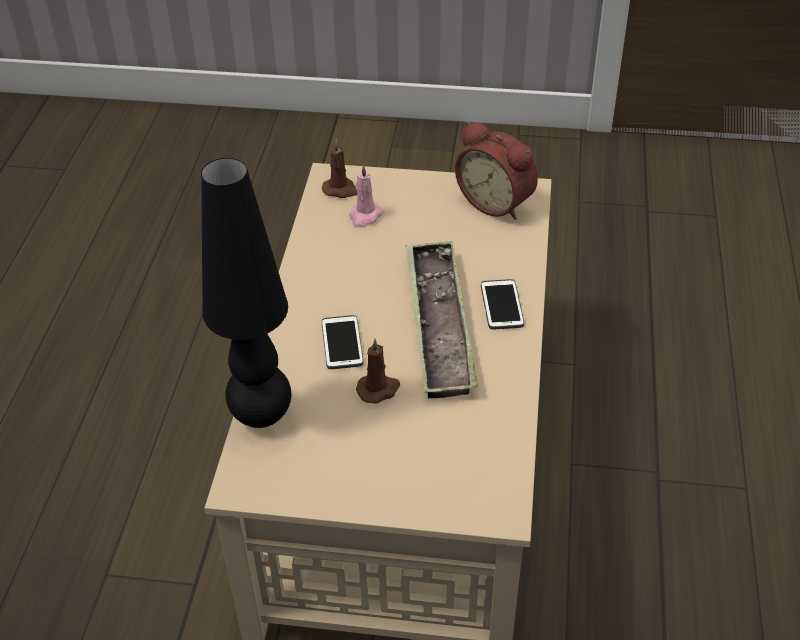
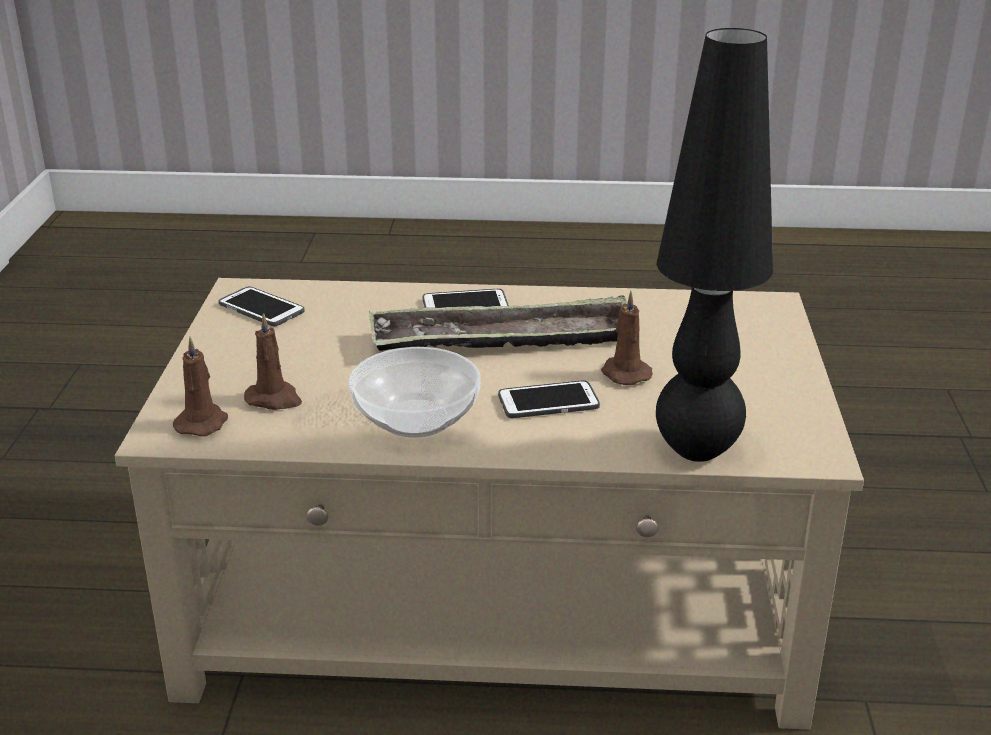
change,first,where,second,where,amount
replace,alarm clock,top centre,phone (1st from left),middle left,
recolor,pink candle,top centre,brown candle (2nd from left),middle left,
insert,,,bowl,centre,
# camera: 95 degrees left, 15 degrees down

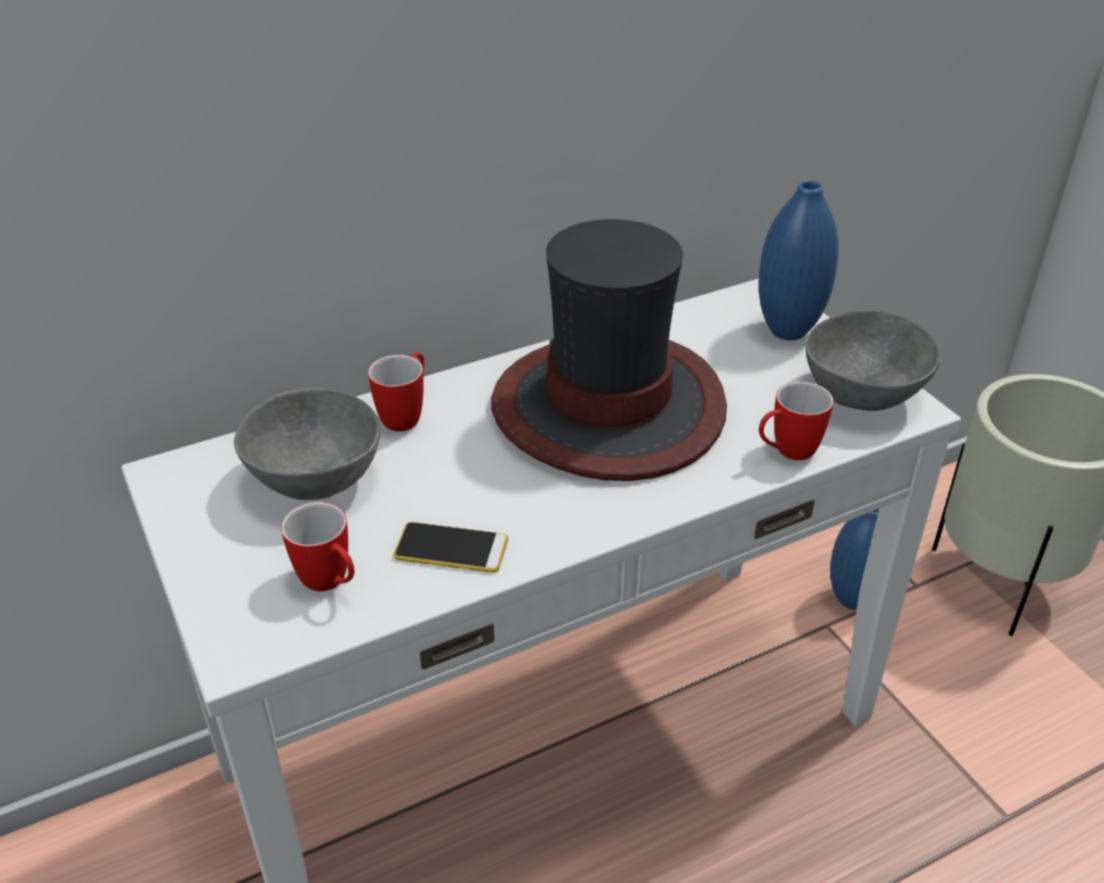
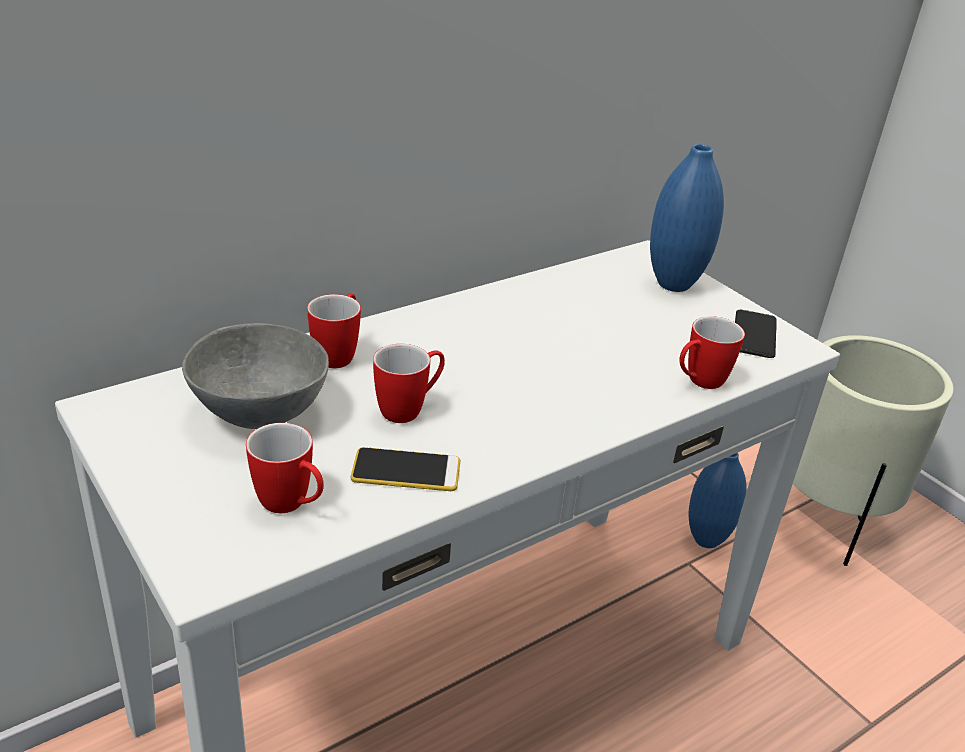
change,first,where,second,where,amount
delete,hat,centre,,,
replace,grey bowl (2nd from left),middle right,phone (2nd from left),middle right,
insert,,,mug (3rd from left),centre,
# camera: 10 degrees left, 5 degrees down

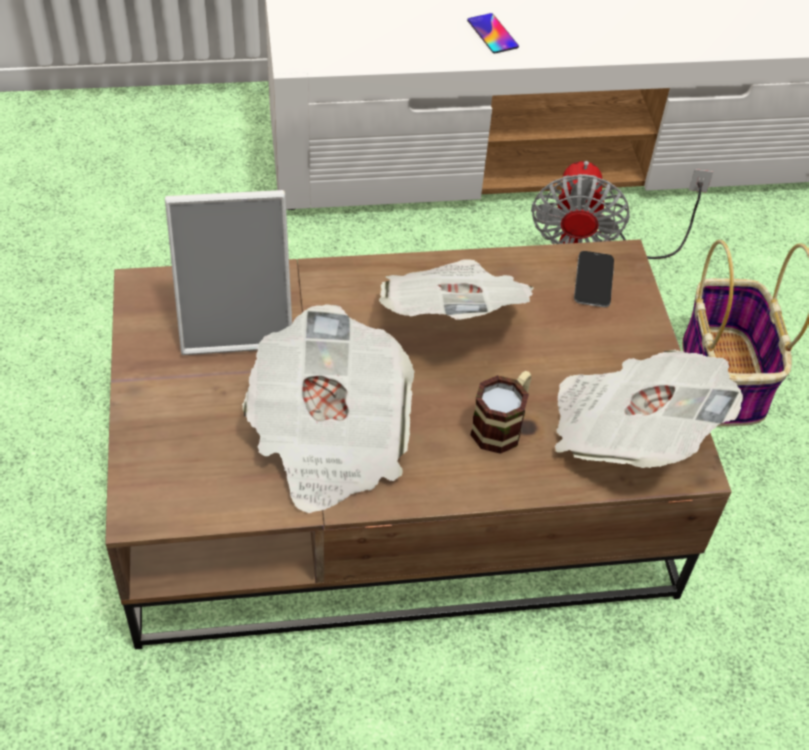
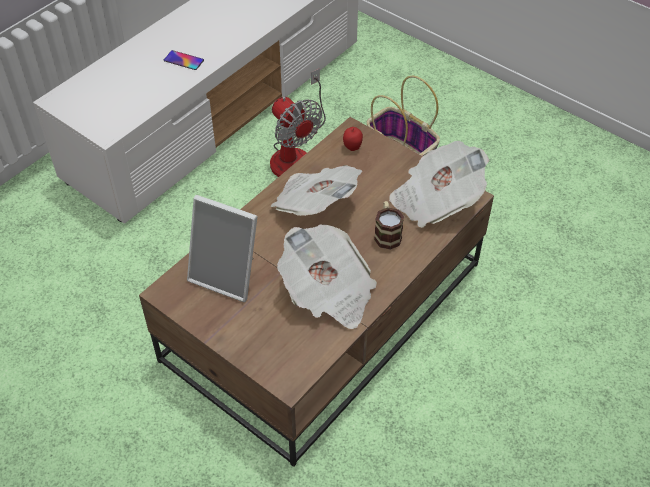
change,first,where,second,where,amount
rotate,picture frame,middle left,,centre,75 degrees clockwise
replace,phone (2nd from left),middle right,apple,top centre,
# camera: 40 degrees left, 0 degrees up

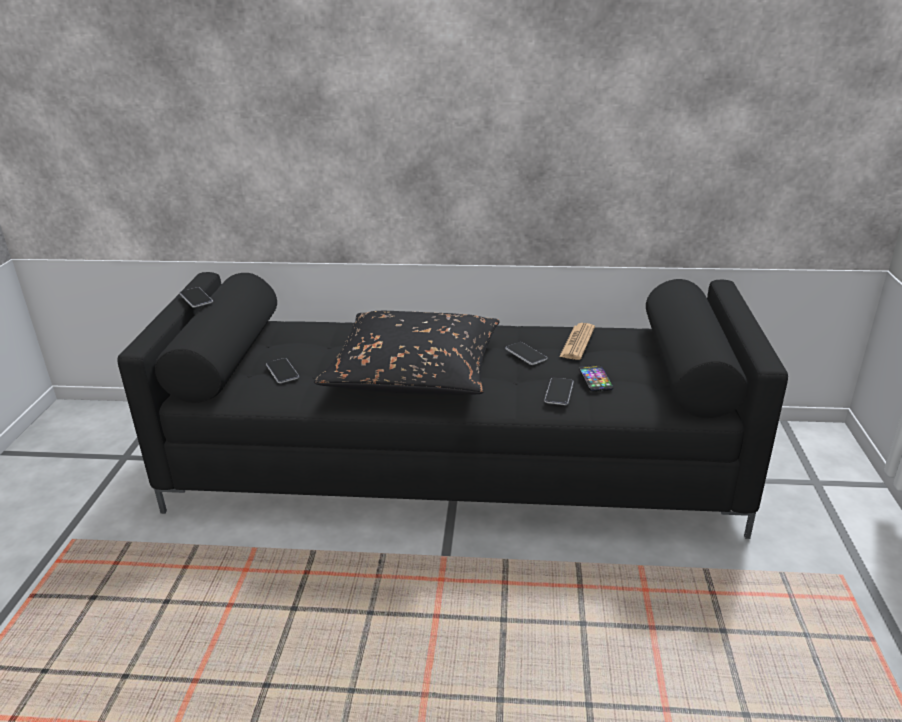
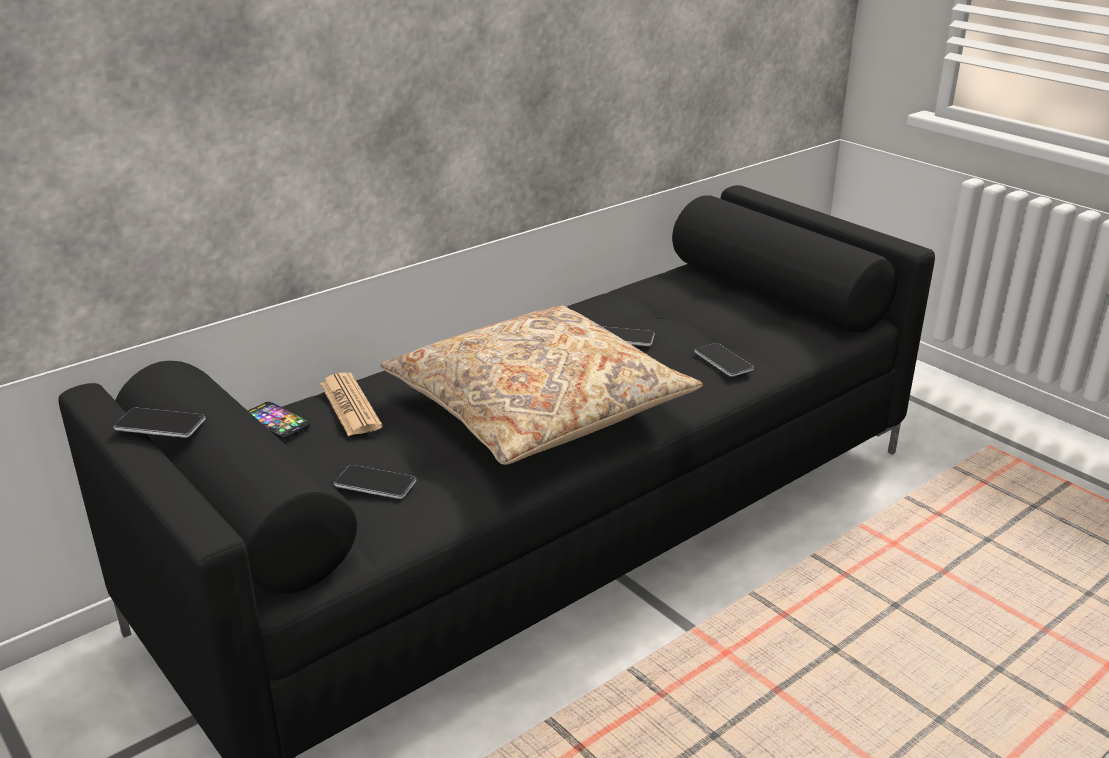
change,first,where,second,where,amount
recolor,black pillow,centre,beige pillow,centre,
move,newspaper,centre,,middle left,
move,phone (5th from left in the first image),centre,phone (2nd from left),middle left,
# camera: 45 degrees left, 0 degrees up

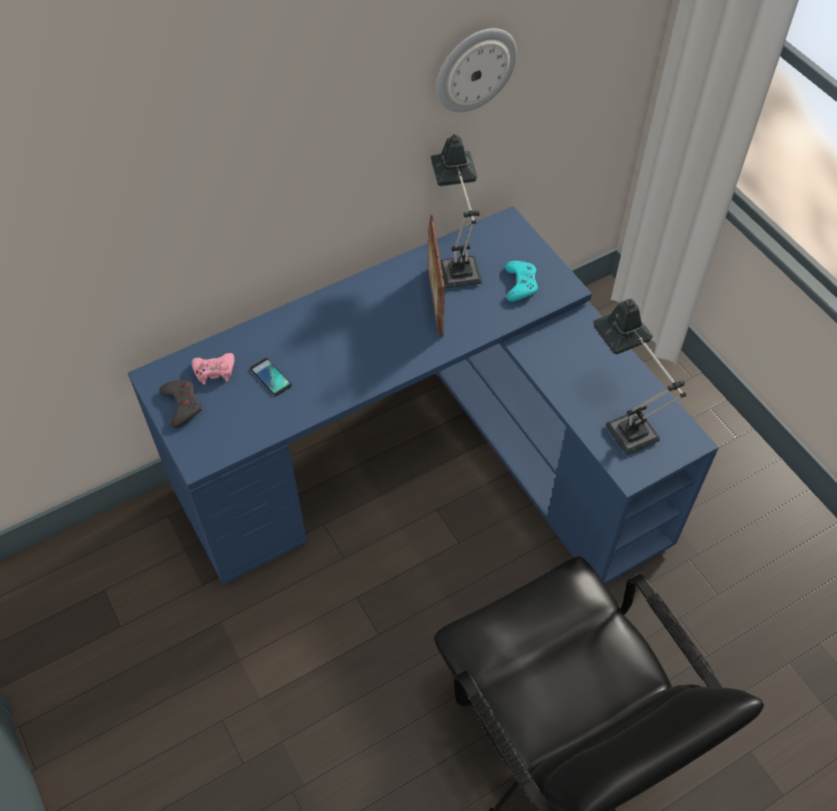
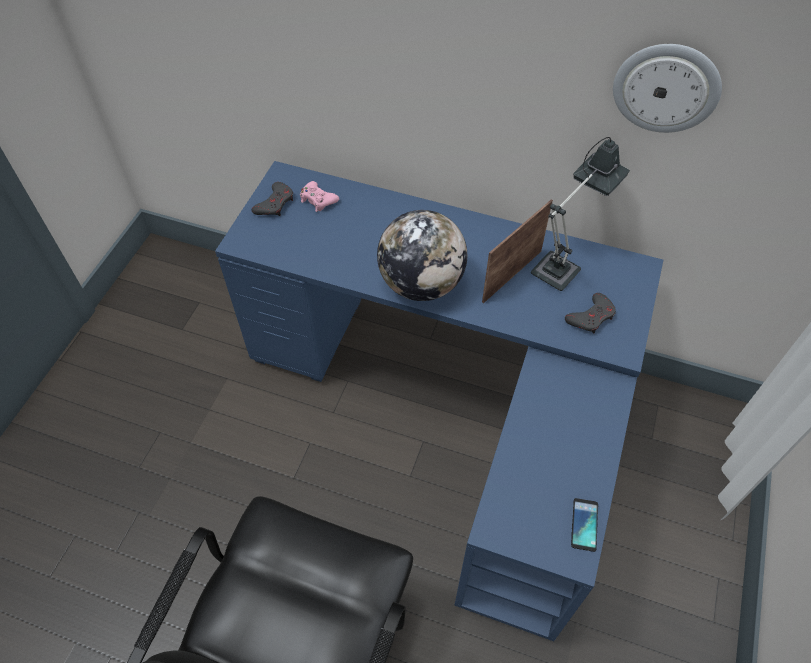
change,first,where,second,where,amount
recolor,turquoise game controller,centre,grey game controller (2nd from left),middle right,
delete,table lamp (2nd from left),middle right,,,
move,phone,middle left,,bottom right,
insert,,,globe,centre,
# camera: 50 degrees right, 0 degrees up

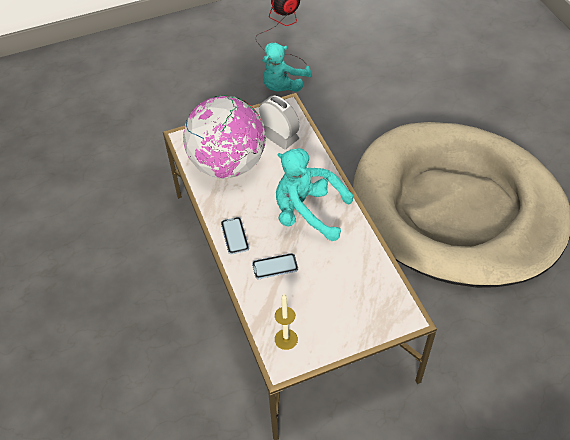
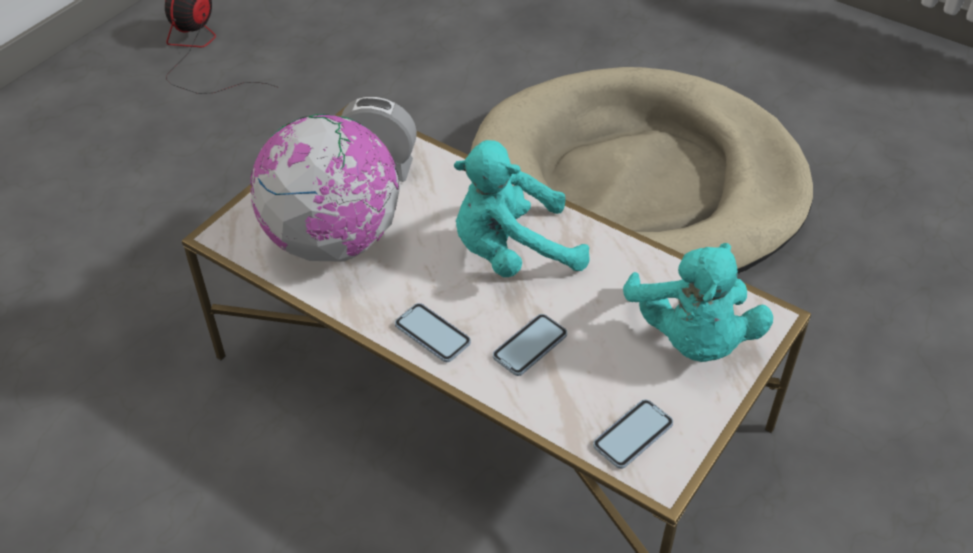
change,first,where,second,where,amount
move,turquoise plush toy (1st from left in the first image),top centre,turquoise plush toy (2nd from left),middle right,
replace,candle,bottom centre,phone (3rd from left),bottom centre,
# camera: 35 degrees left, 5 degrees down

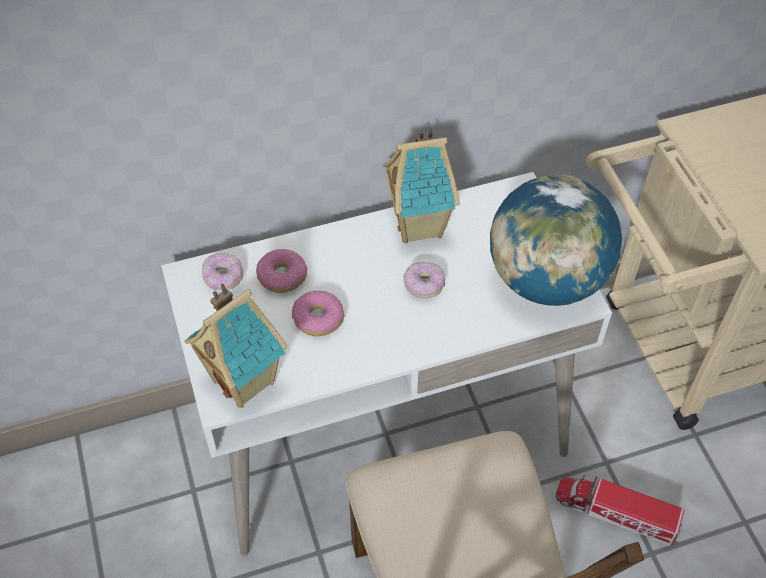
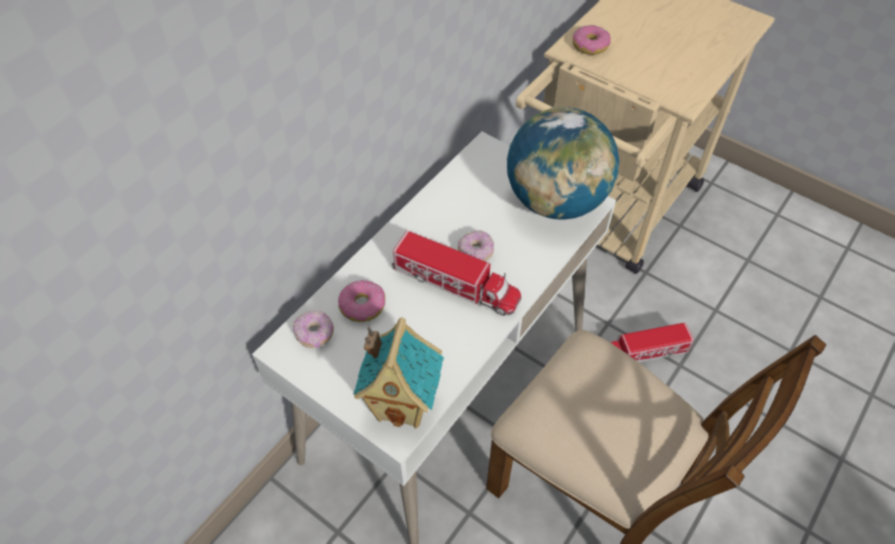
change,first,where,second,where,amount
delete,toy house (2nd from left),top centre,,,
move,donut (3rd from left in the first image),centre,donut (4th from left),top centre,
insert,,,toy truck (1st from left),centre,
# camera: 35 degrees left, 0 degrees up

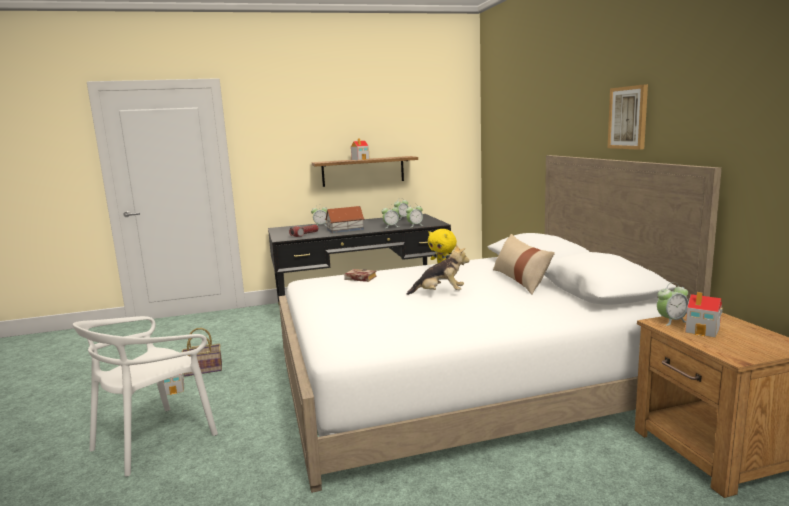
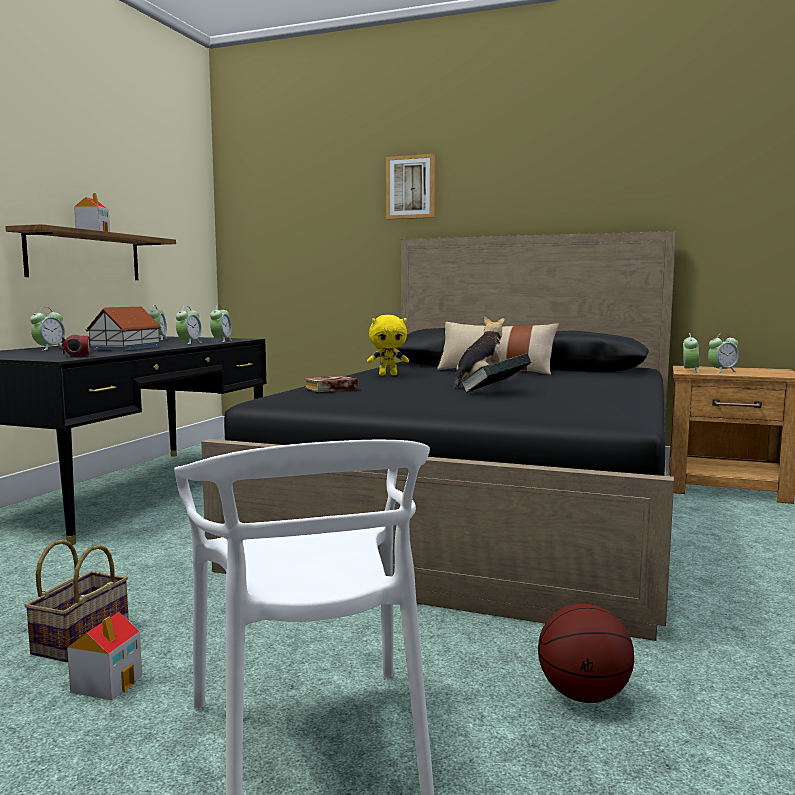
change,first,where,second,where,amount
move,picture,top right,,top centre,
recolor,white bed,centre,black bed,centre,
replace,toy house (4th from left),middle right,alarm clock (6th from left),middle right,
insert,,,book (2nd from left),centre,
insert,,,basketball,bottom right,
# camera: 55 degrees left, 5 degrees down

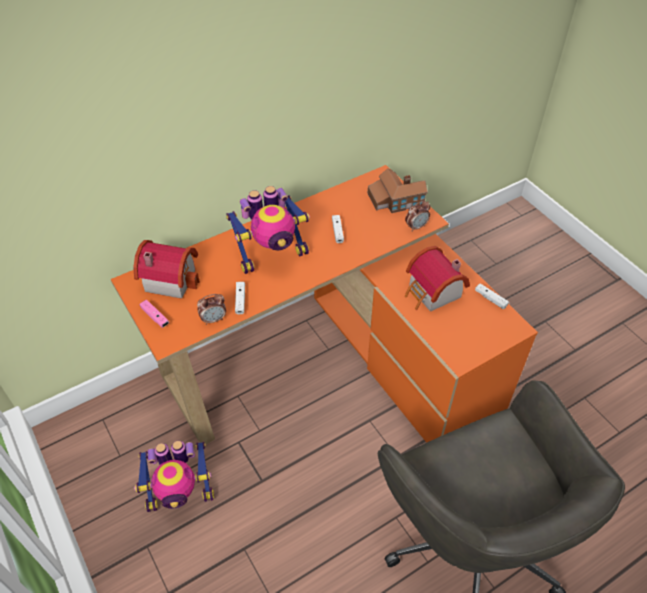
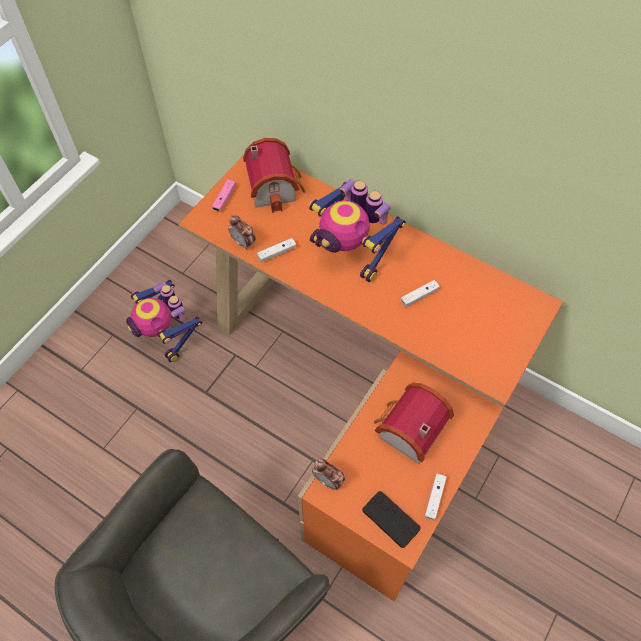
change,first,where,second,where,amount
delete,toy house (2nd from left),top centre,,,
move,alarm clock (2nd from left),centre,,bottom centre,
insert,,,black game controller,bottom centre,
# camera: 65 degrees right, 10 degrees up

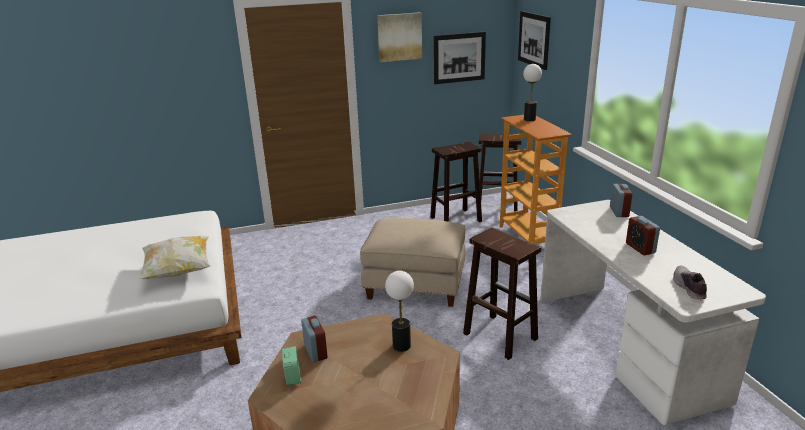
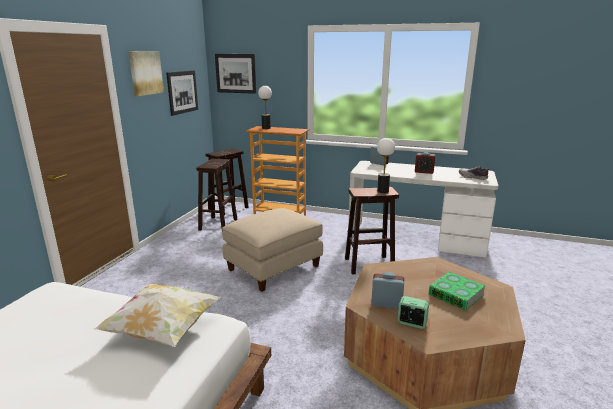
change,first,where,second,where,amount
move,table lamp (1st from left in the first image),bottom centre,table lamp (2nd from left),centre,
insert,,,book,bottom right,
# camera: 55 degrees left, 5 degrees down

